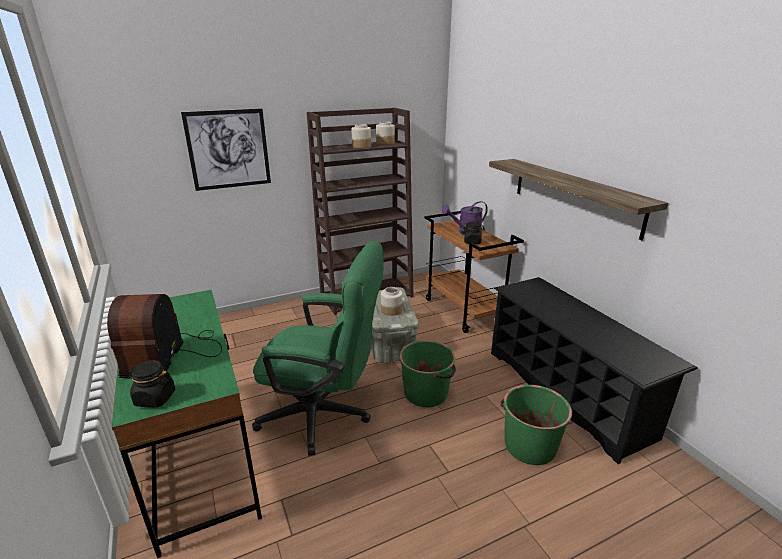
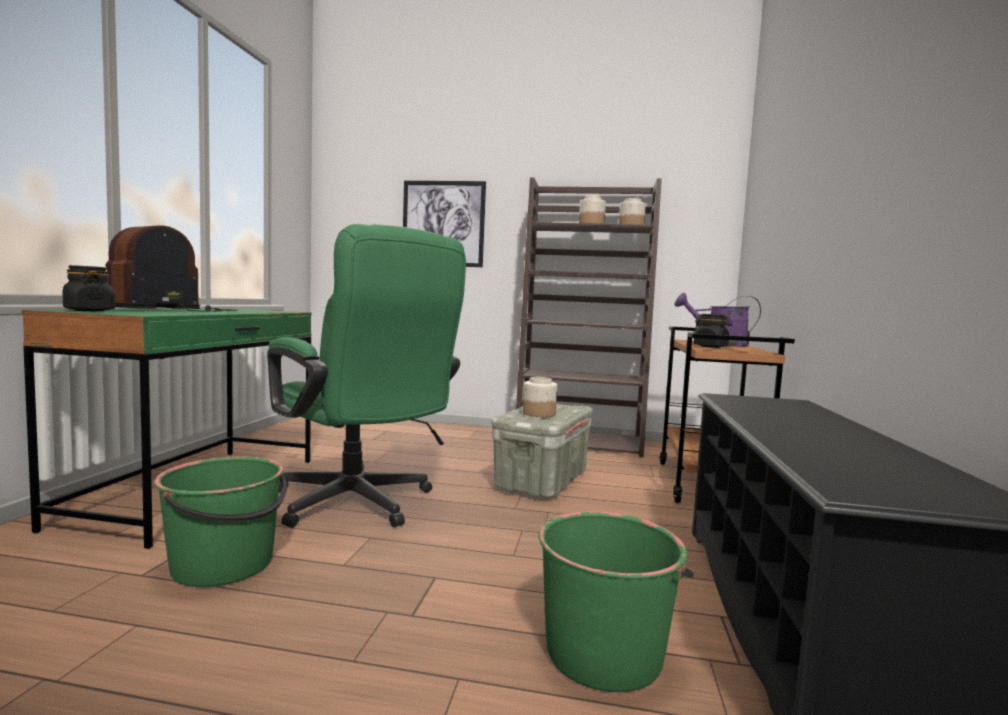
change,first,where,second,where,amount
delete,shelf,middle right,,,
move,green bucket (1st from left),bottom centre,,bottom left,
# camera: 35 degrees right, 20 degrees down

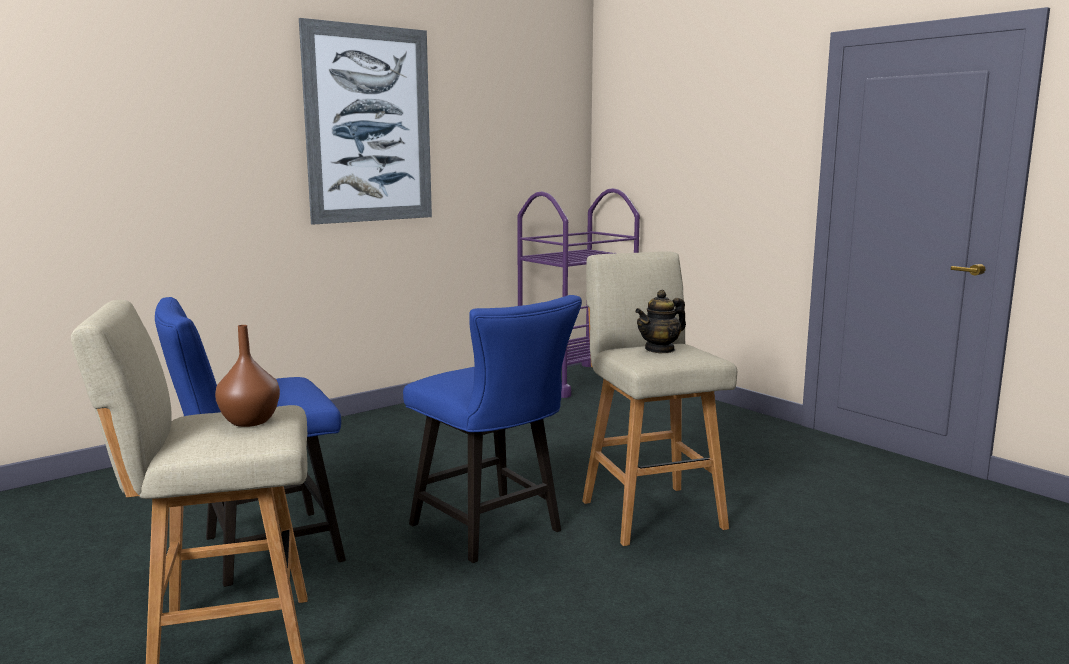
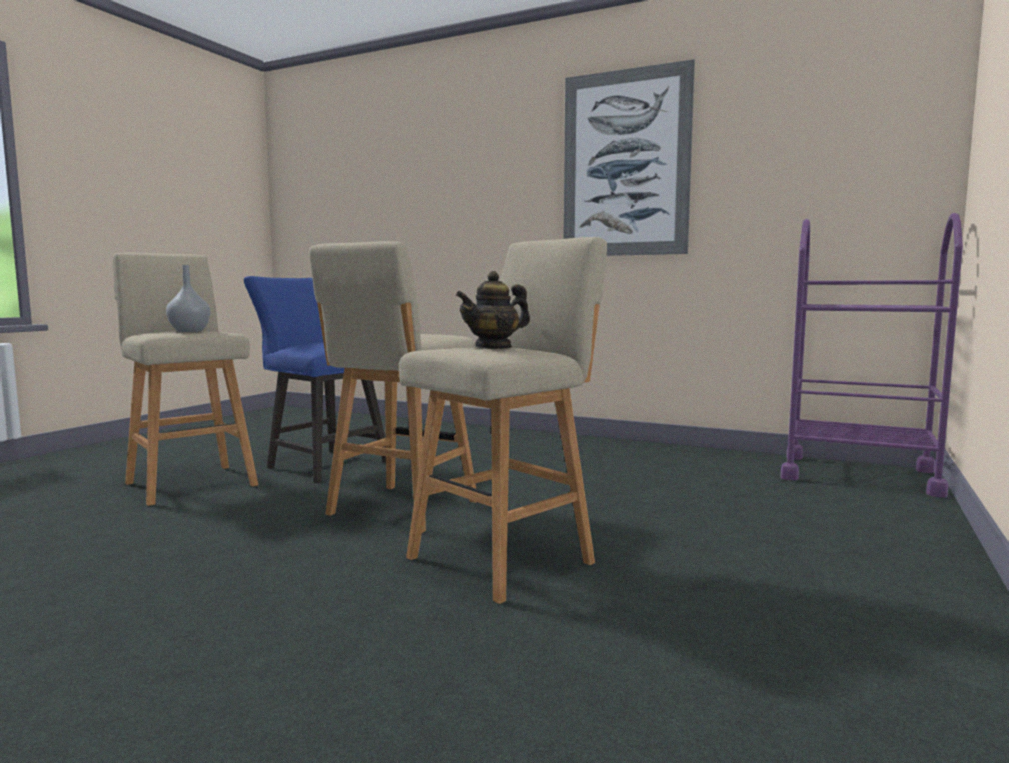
change,first,where,second,where,amount
rotate,teapot,centre,,centre,60 degrees counterclockwise
replace,blue chair (2nd from left),centre,beige stool (2nd from left),centre,
recolor,brown vase,middle left,grey vase,middle left,
# camera: 65 degrees right, 5 degrees down

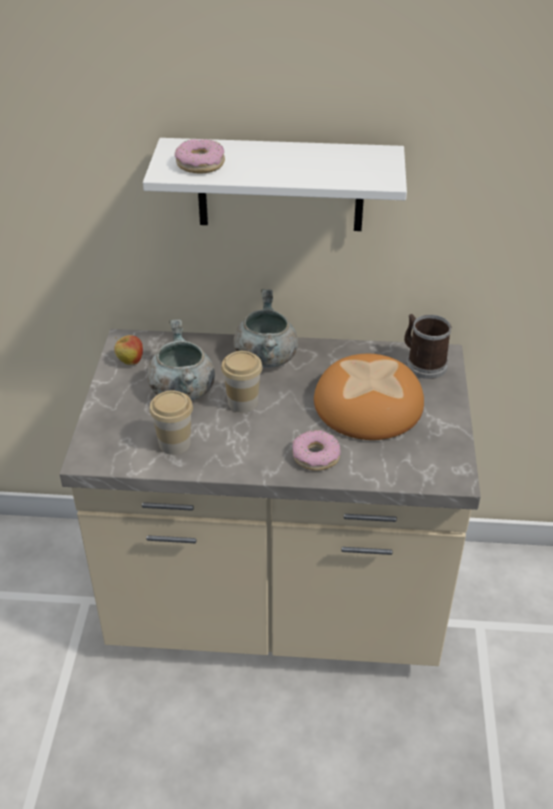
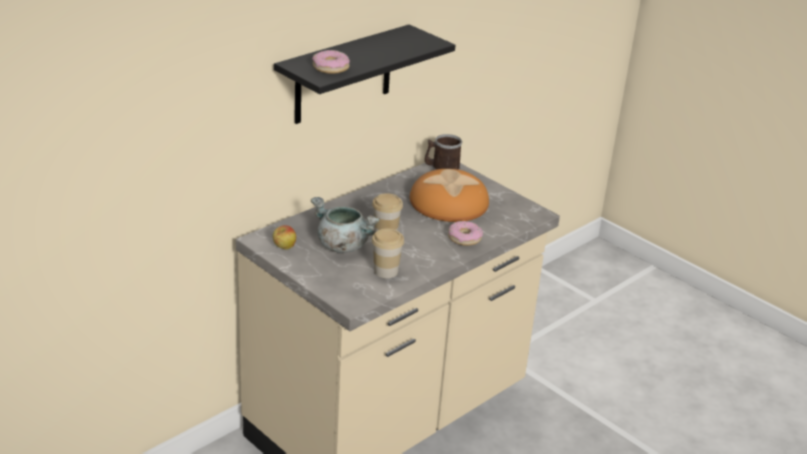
change,first,where,second,where,amount
recolor,white shelf,top centre,black shelf,top centre,
delete,grey cooking pot (2nd from left),centre,,,
# camera: 50 degrees left, 10 degrees down

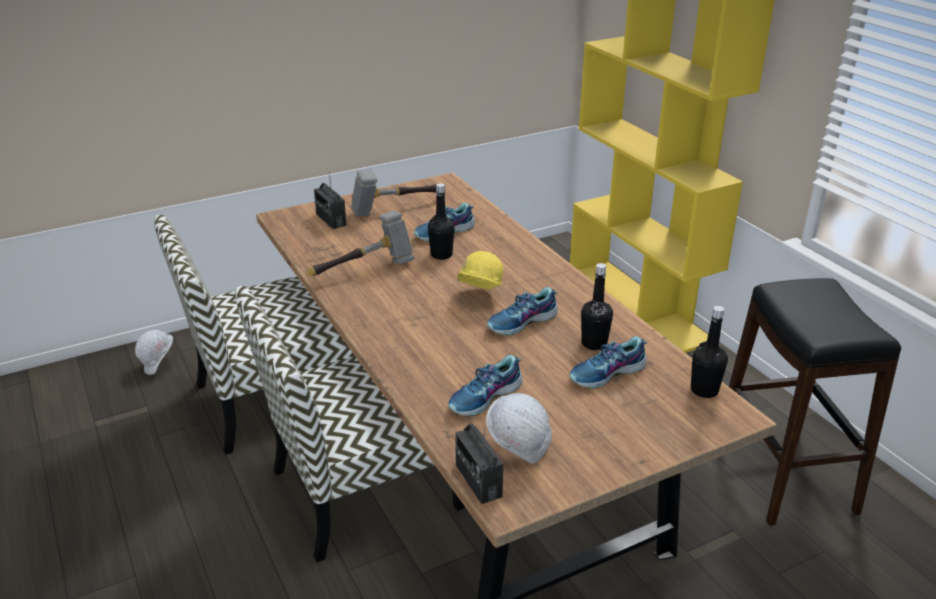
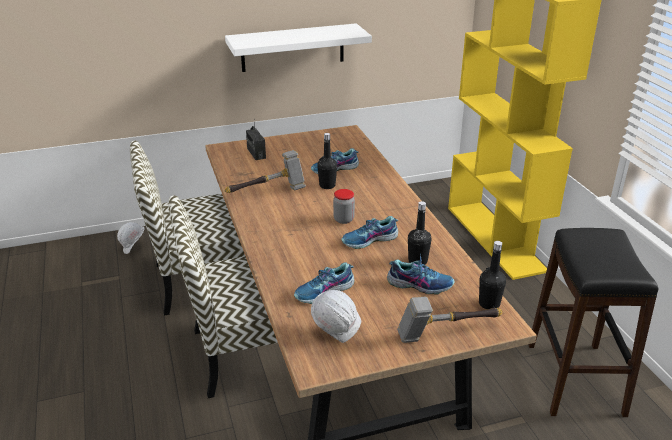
change,first,where,second,where,amount
move,hammer (2nd from left),top centre,,bottom right,
replace,yellow hard hat,centre,jar,centre,
rotate,shoe (4th from left),centre,,centre,150 degrees counterclockwise
delete,radio (2nd from left),bottom centre,,,
insert,,,white shelf,top centre,
# camera: 10 degrees right, 0 degrees up

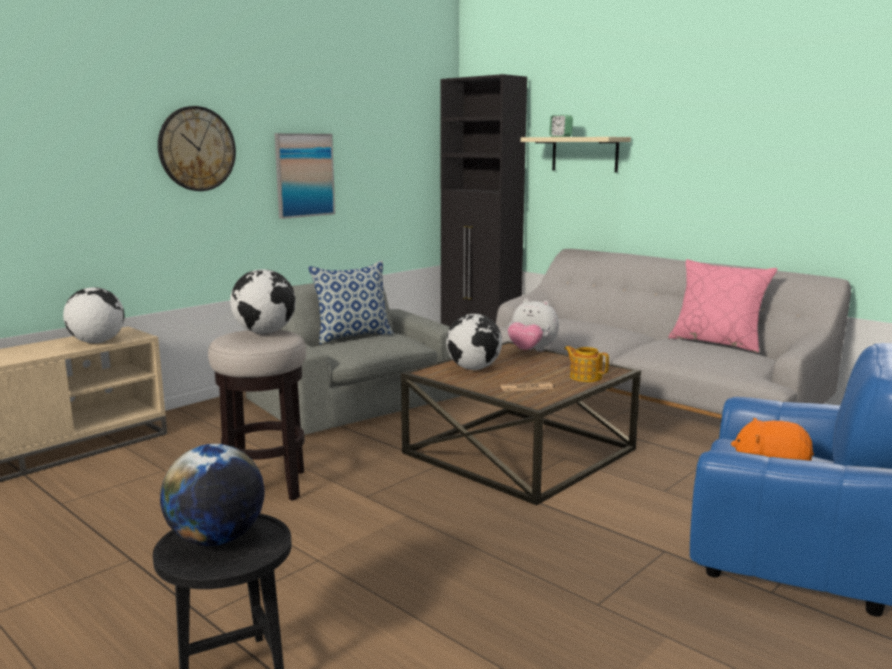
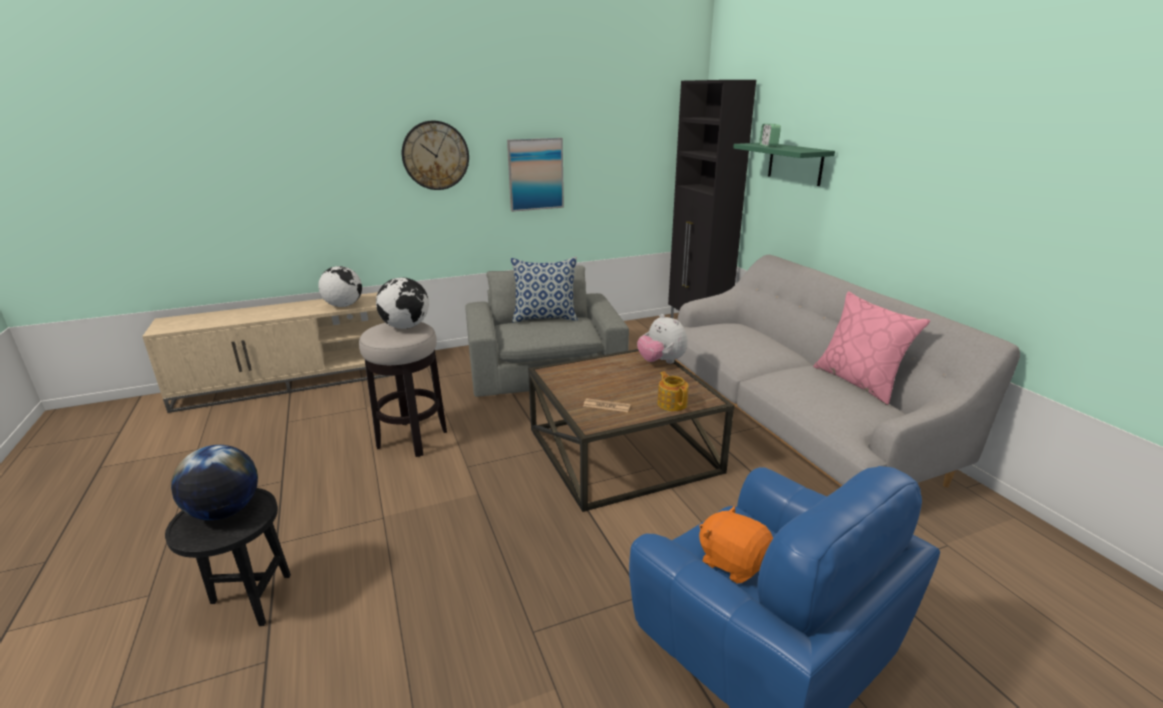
change,first,where,second,where,amount
recolor,beige shelf,top centre,green shelf,top right,
delete,globe (4th from left),centre,,,
# camera: 25 degrees right, 10 degrees up

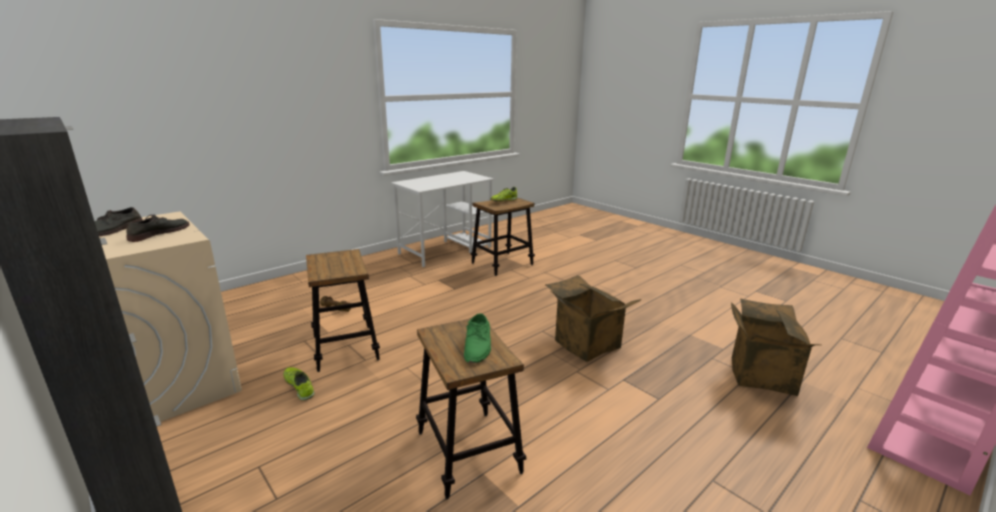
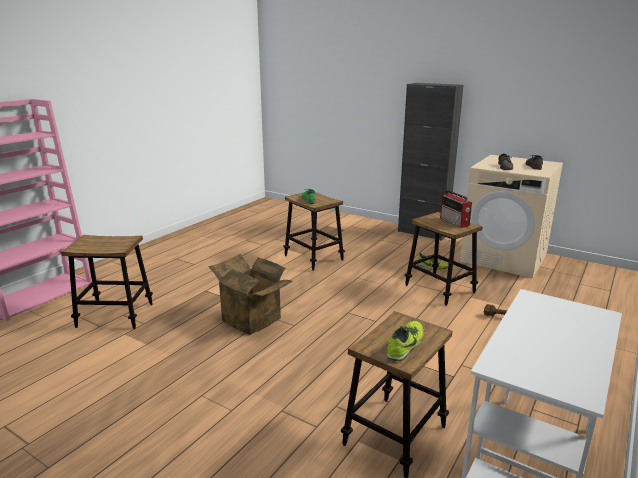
change,first,where,second,where,amount
replace,cardboard box (2nd from left),bottom right,stool (1st from left),middle left,
insert,,,radio,middle right,
# camera: 165 degrees right, 0 degrees up

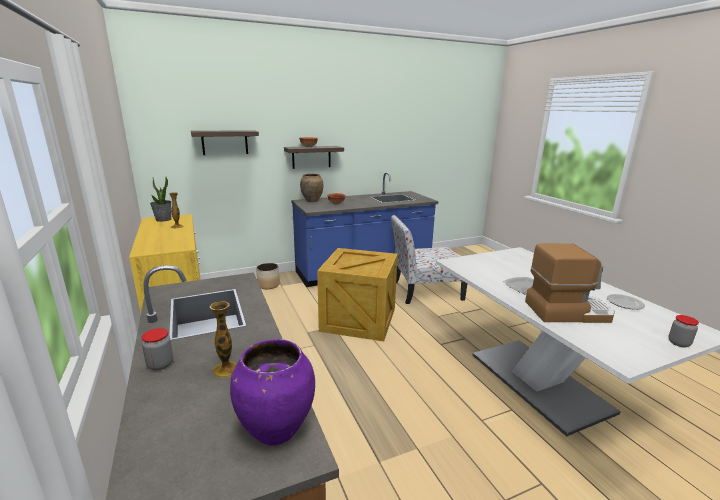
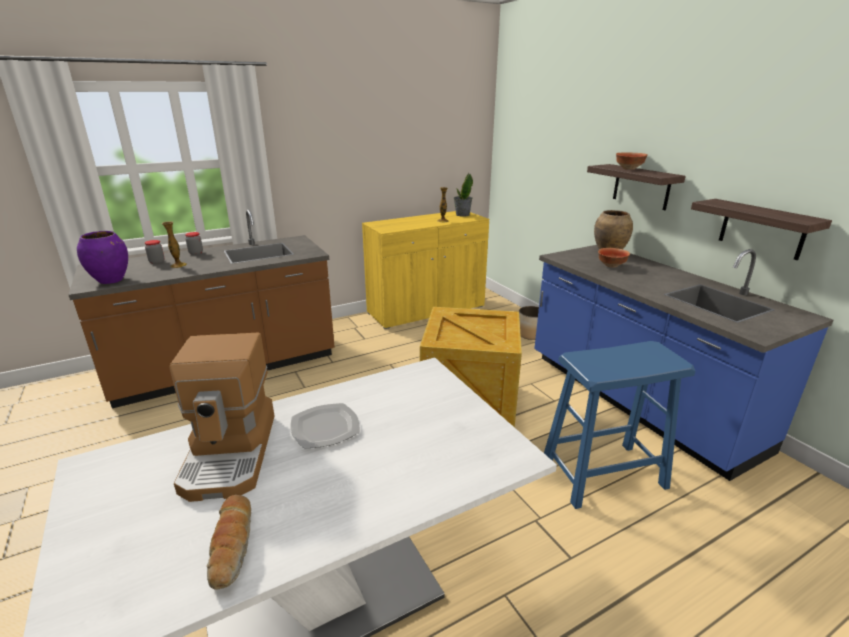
change,first,where,second,where,amount
move,shelf (1st from left in the first image),top left,shelf (2nd from left),middle right,
replace,chair,centre,blue stool,bottom right,
replace,plate (2nd from left),middle right,bread,bottom left,
move,jar (2nd from left in the first image),middle right,jar (1st from left),middle left,
# camera: 85 degrees right, 5 degrees up

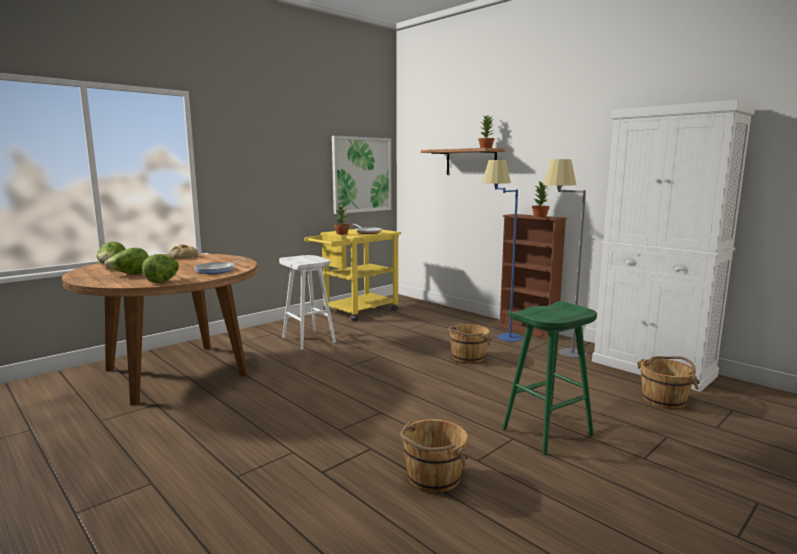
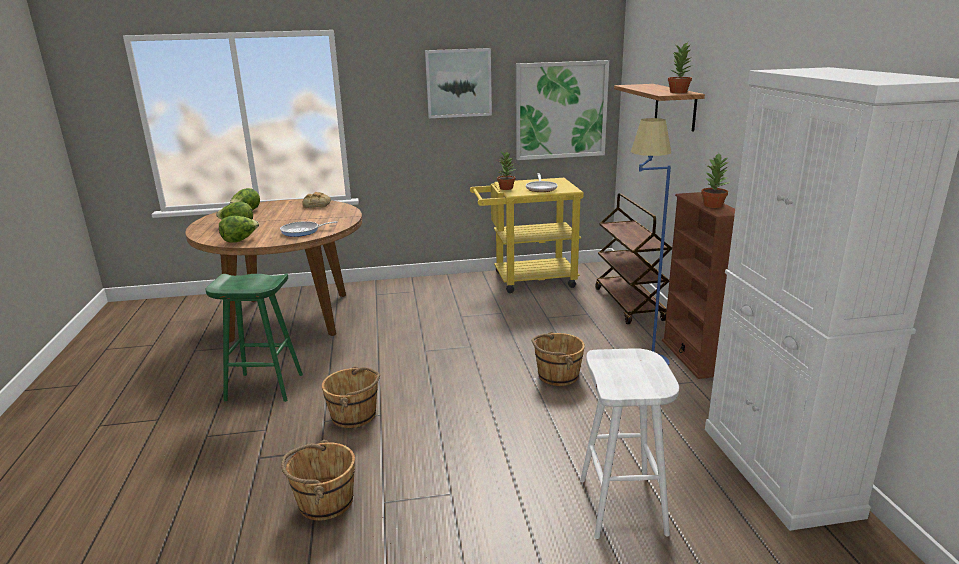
change,first,where,second,where,amount
delete,grey floor lamp,middle right,,,
move,white stool,centre,,bottom centre,
move,green stool,bottom right,,middle left,
move,brown bucket (3rd from left in the first image),bottom right,brown bucket (2nd from left),bottom centre,
insert,,,picture (1st from left),top centre,
insert,,,brown cart,centre,
# camera: 35 degrees right, 10 degrees up

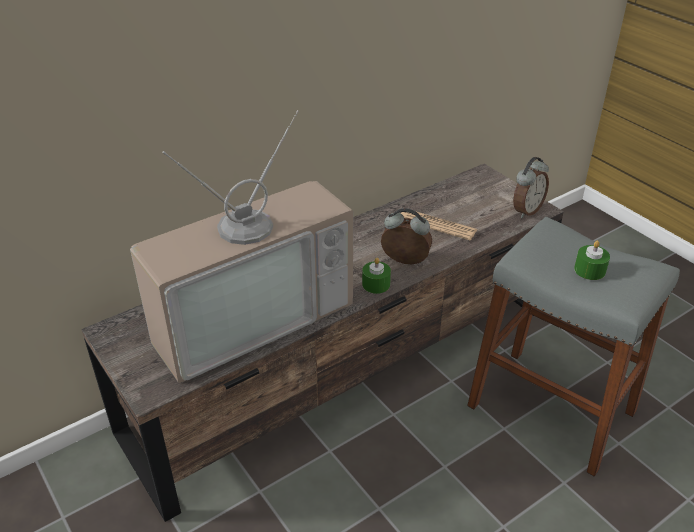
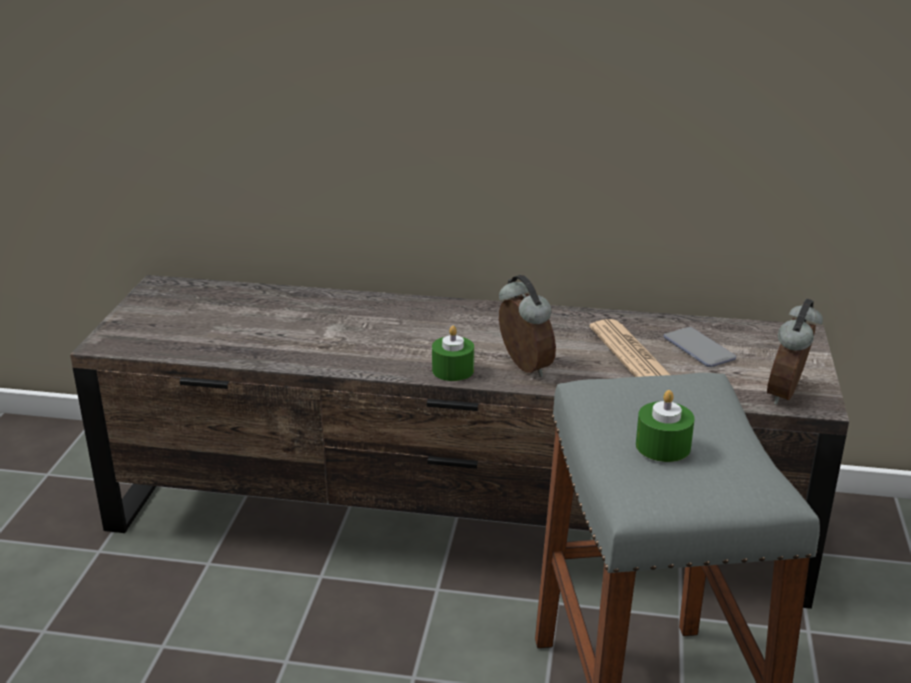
change,first,where,second,where,amount
delete,television,centre,,,
rotate,alarm clock (2nd from left),middle right,,middle right,120 degrees clockwise
insert,,,phone,middle right,
# camera: 45 degrees right, 10 degrees down

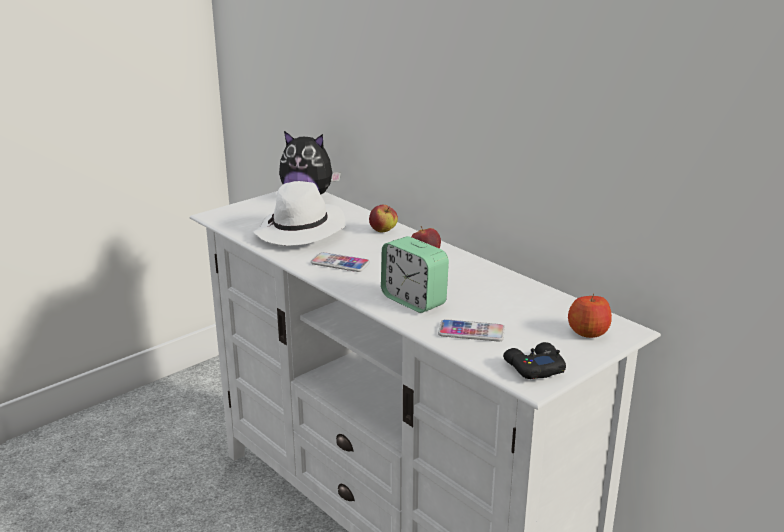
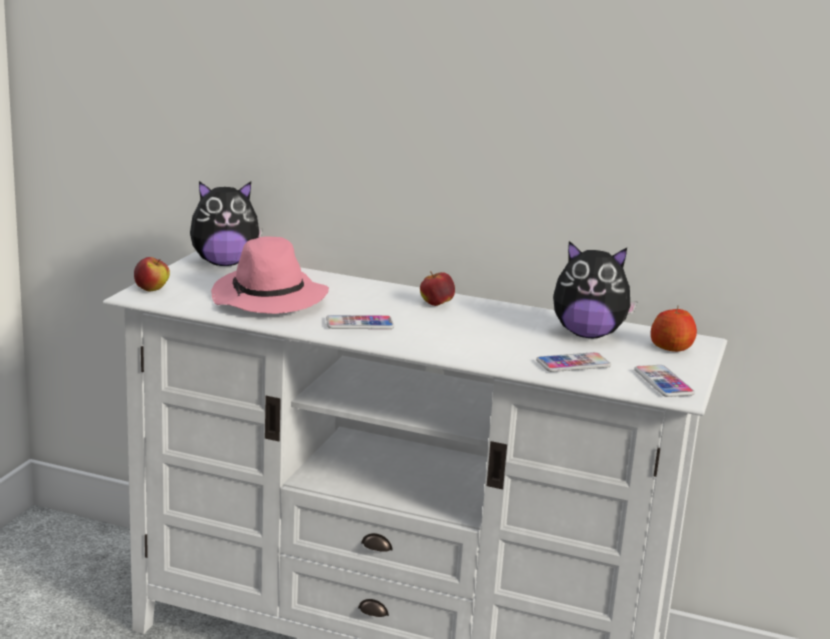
change,first,where,second,where,amount
recolor,white hat,centre,pink hat,middle left,
move,apple (1st from left),centre,,middle left,
delete,alarm clock,centre,,,
replace,black game controller,bottom right,phone (3rd from left),middle right,
insert,,,plush toy (2nd from left),middle right,
# camera: 30 degrees left, 5 degrees down

